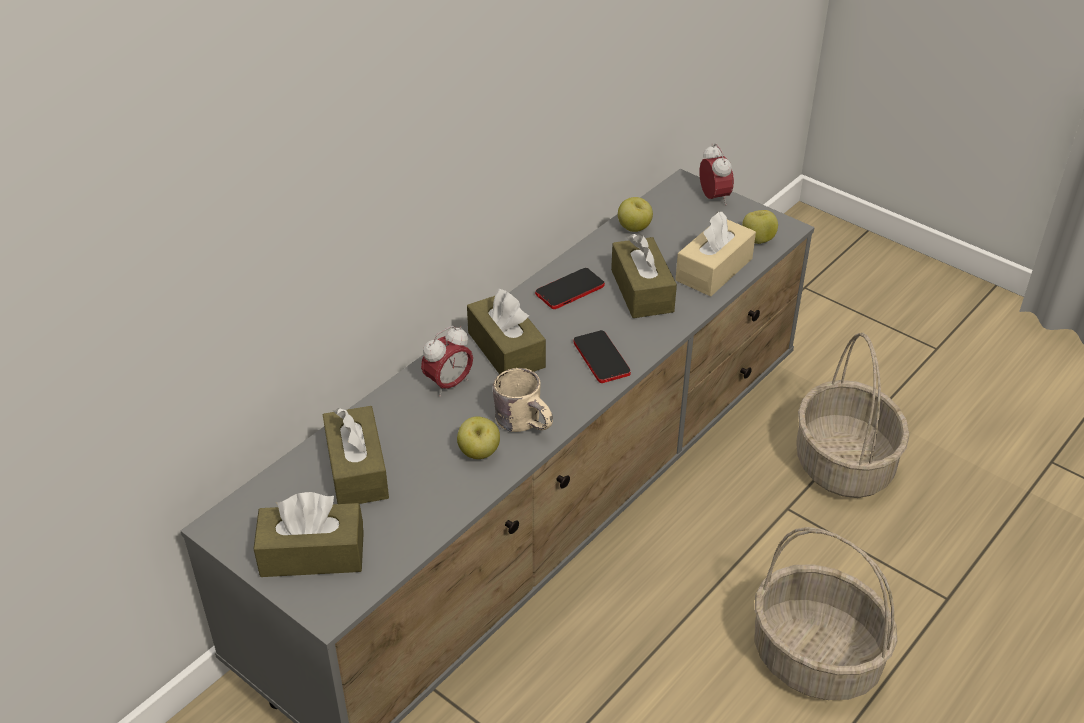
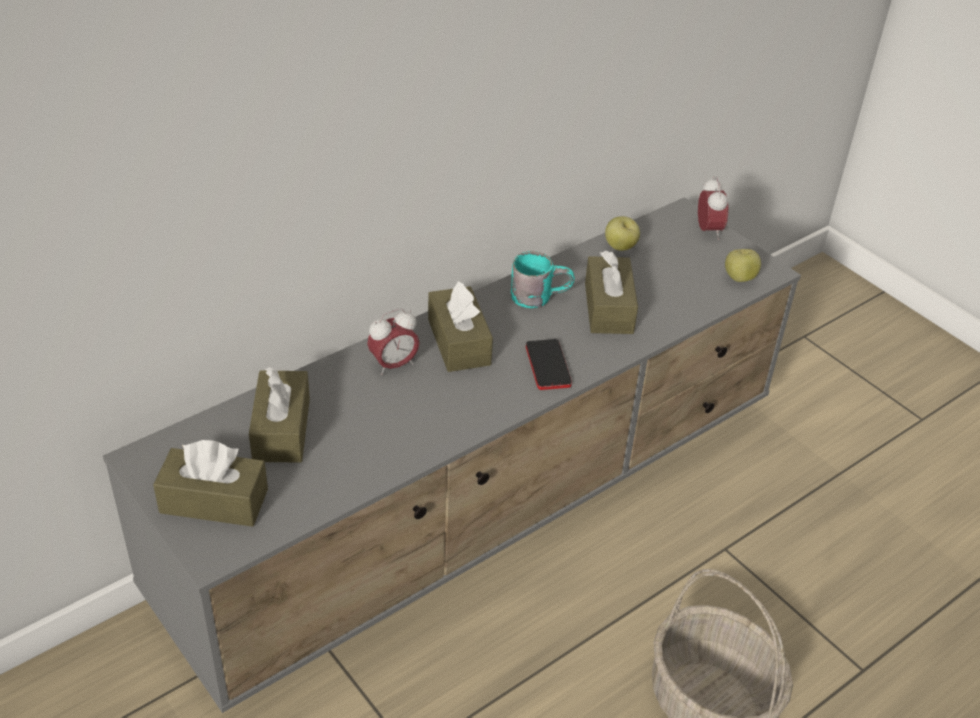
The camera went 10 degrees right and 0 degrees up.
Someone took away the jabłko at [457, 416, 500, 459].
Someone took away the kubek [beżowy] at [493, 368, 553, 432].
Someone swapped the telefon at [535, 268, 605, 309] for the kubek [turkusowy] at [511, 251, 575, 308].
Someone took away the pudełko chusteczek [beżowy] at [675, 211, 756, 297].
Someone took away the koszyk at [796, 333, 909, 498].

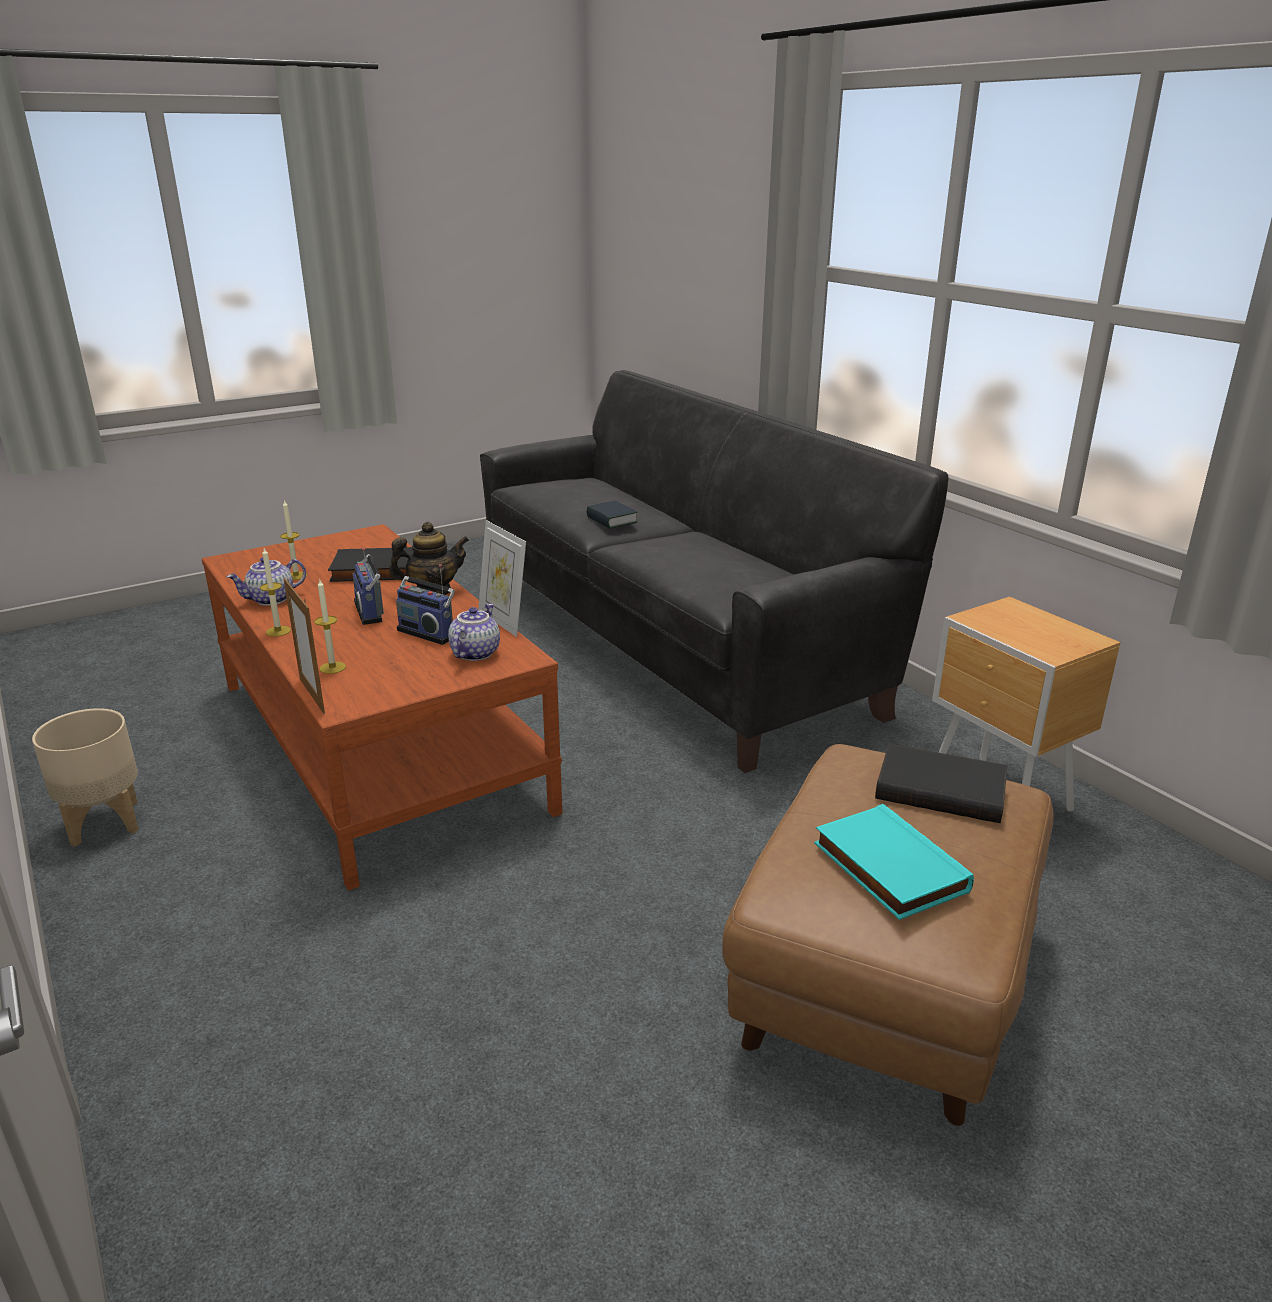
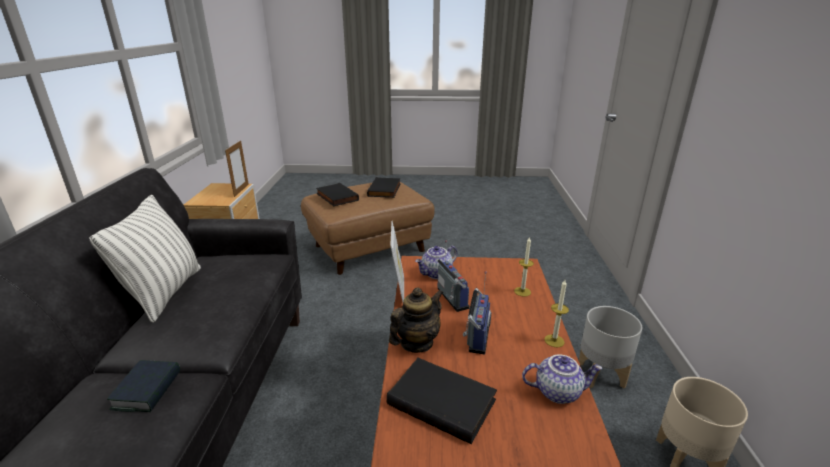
The camera went 145 degrees left and 0 degrees up.
Someone took away the świeca at [280, 500, 307, 580].
Someone carried the ramka na zdjęcie from [283, 578, 325, 714] to [225, 141, 249, 197].
Someone rotated the imbryk at [389, 522, 469, 595] by 120 degrees clockwise.
Someone repainted the książka [turkusowy] at [814, 804, 974, 920], which became the książka [czarny] at [367, 177, 401, 198].
Someone put down the poduszka at [89, 195, 201, 323].
Someone put down the donica [szary] at [578, 306, 642, 389].

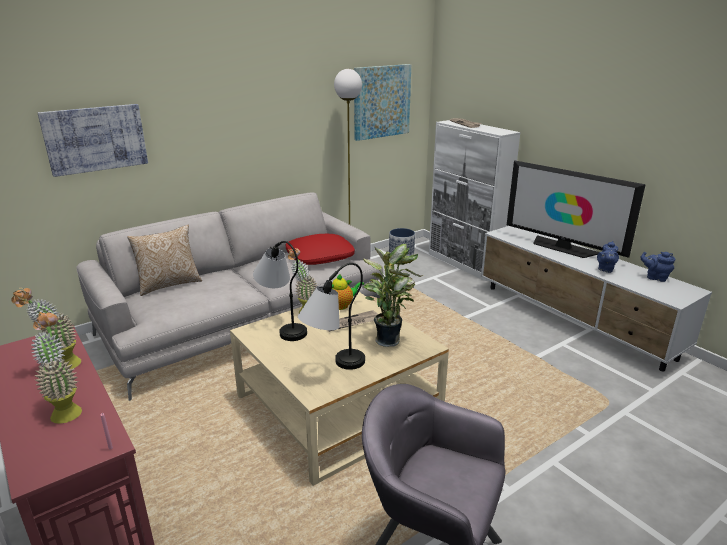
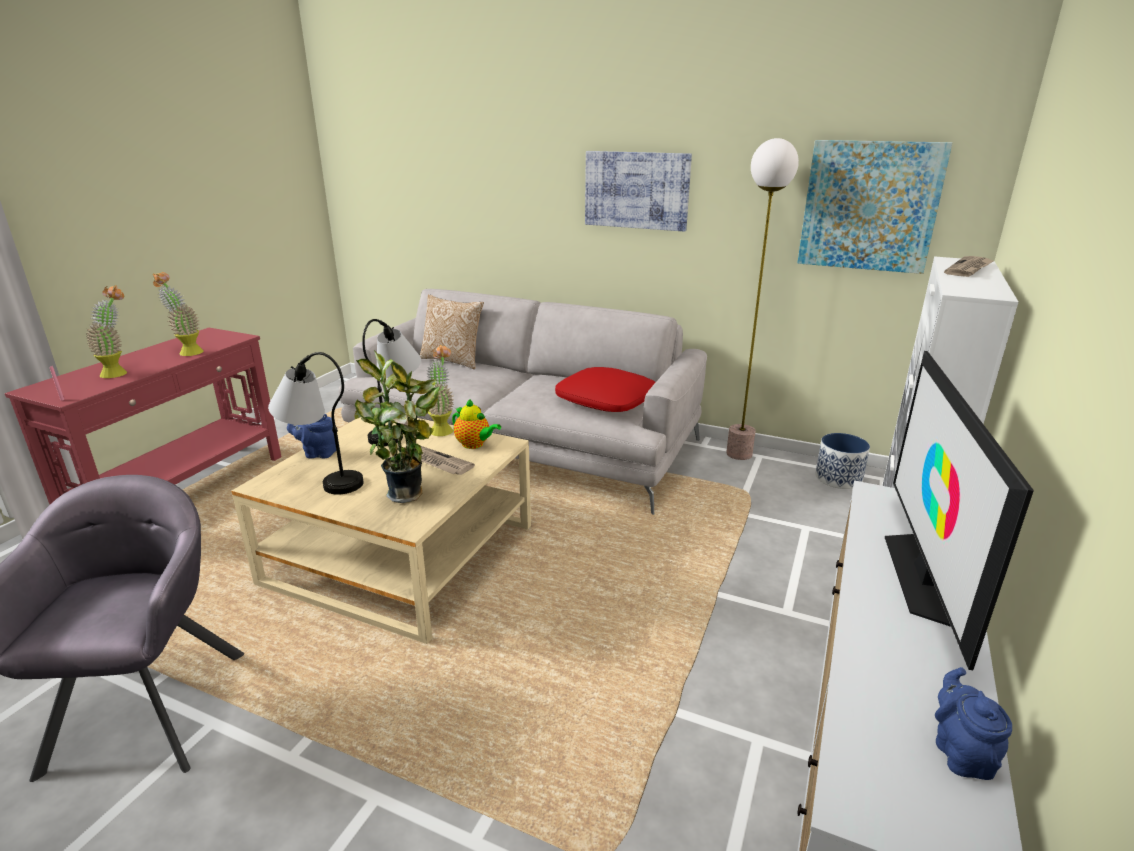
The camera went 60 degrees right and 0 degrees up.
Someone carried the obraz from [38, 104, 148, 177] to [585, 151, 692, 232].
Someone carried the imbryk [niebieski] from [597, 241, 619, 273] to [287, 414, 336, 459].

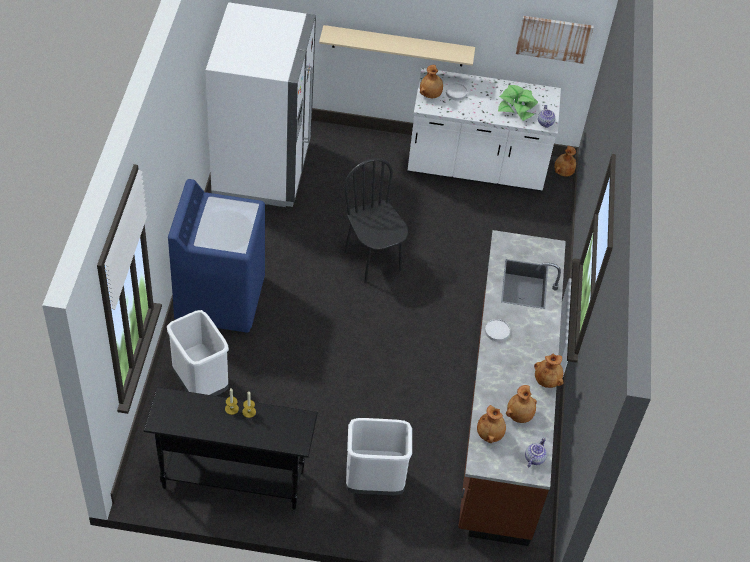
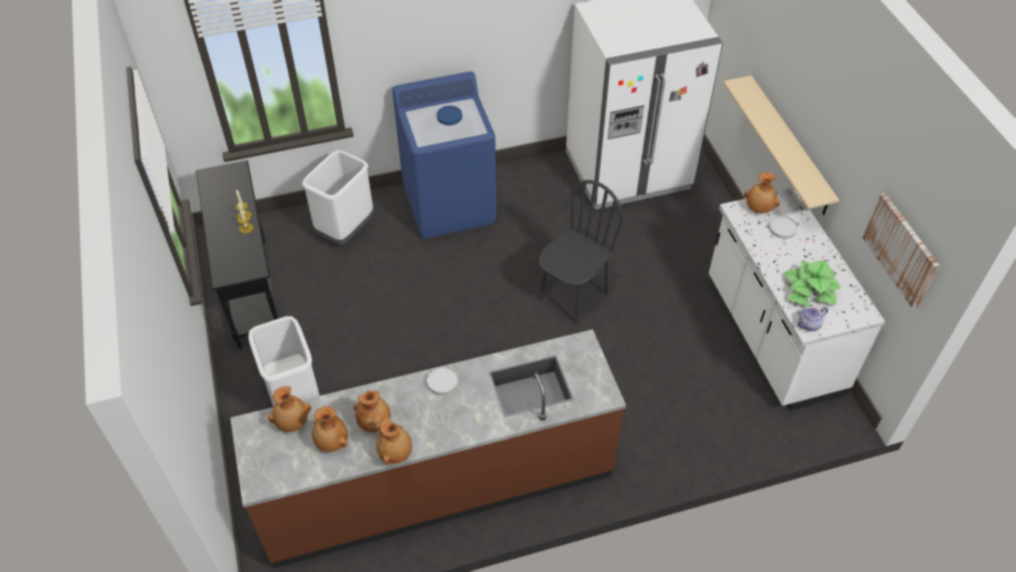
The camera went 70 degrees right and 0 degrees up.
Someone took away the imbryk at [525, 437, 547, 467].
Someone carried the wazon [brązowy] from [554, 146, 576, 177] to [354, 390, 390, 432].
Someone put down the talerz [niebieski] at [437, 106, 462, 125].

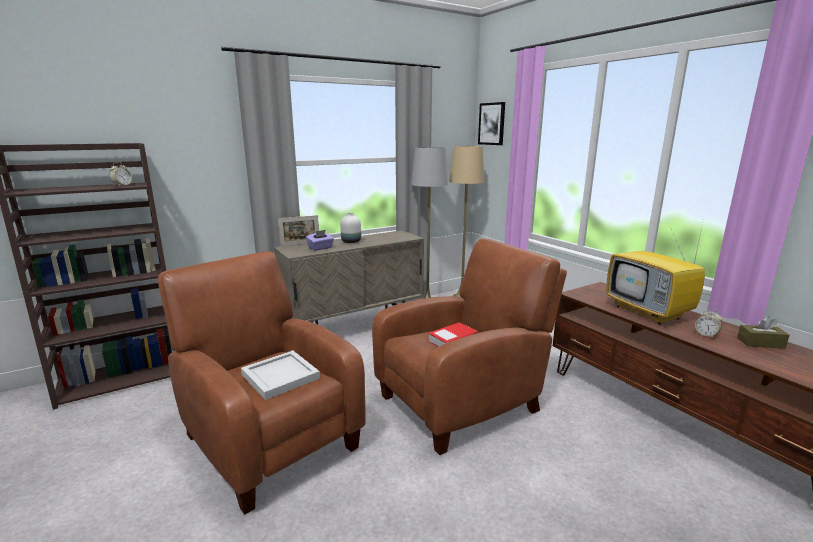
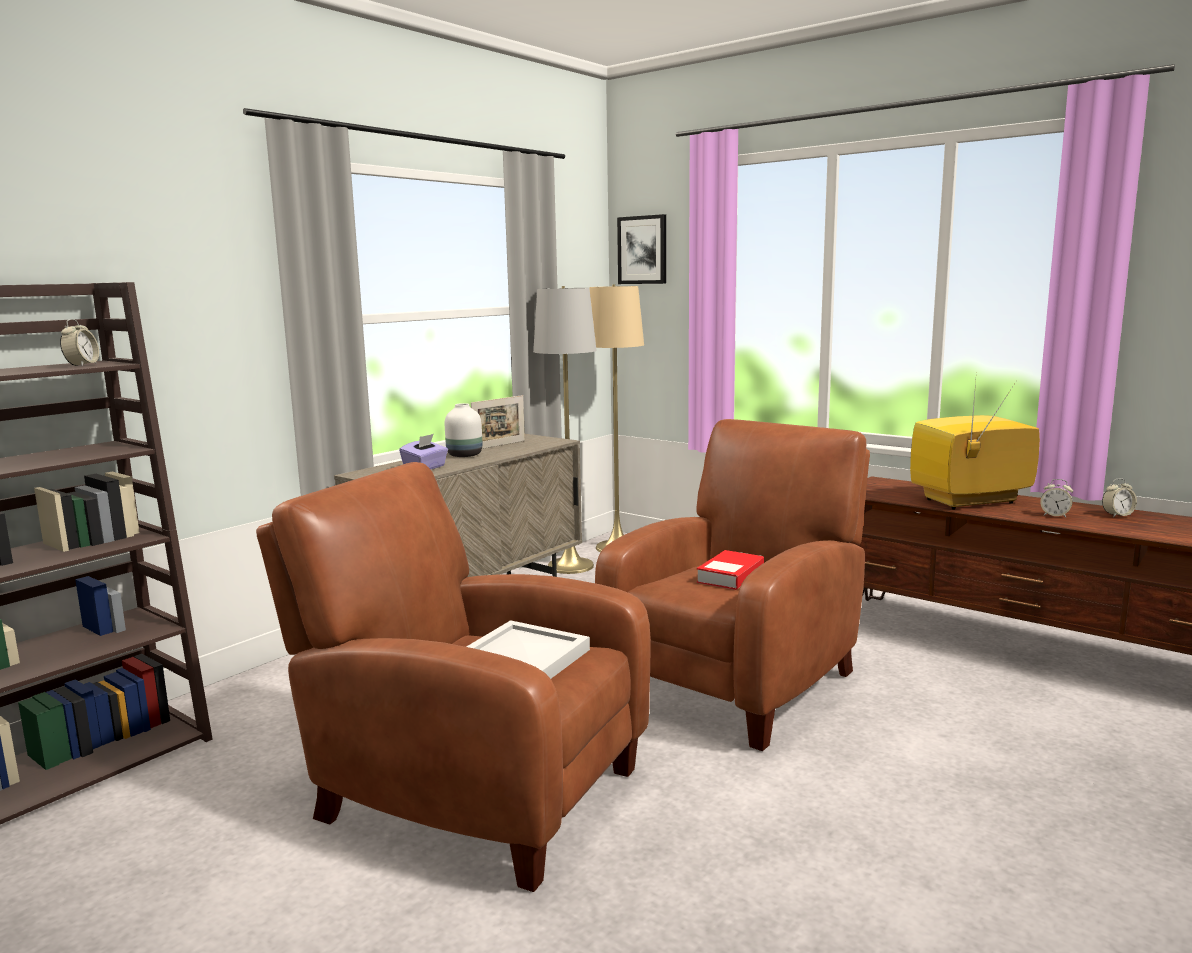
The camera went 20 degrees left and 5 degrees down.
Someone carried the ramka na zdjęcie from [278, 215, 319, 247] to [471, 395, 525, 449].
Someone rotated the telewizor at [606, 223, 705, 324] by 120 degrees clockwise.
Someone swapped the pudełko chusteczek [brązowy] at [737, 317, 790, 349] for the budzik at [1102, 478, 1137, 517].

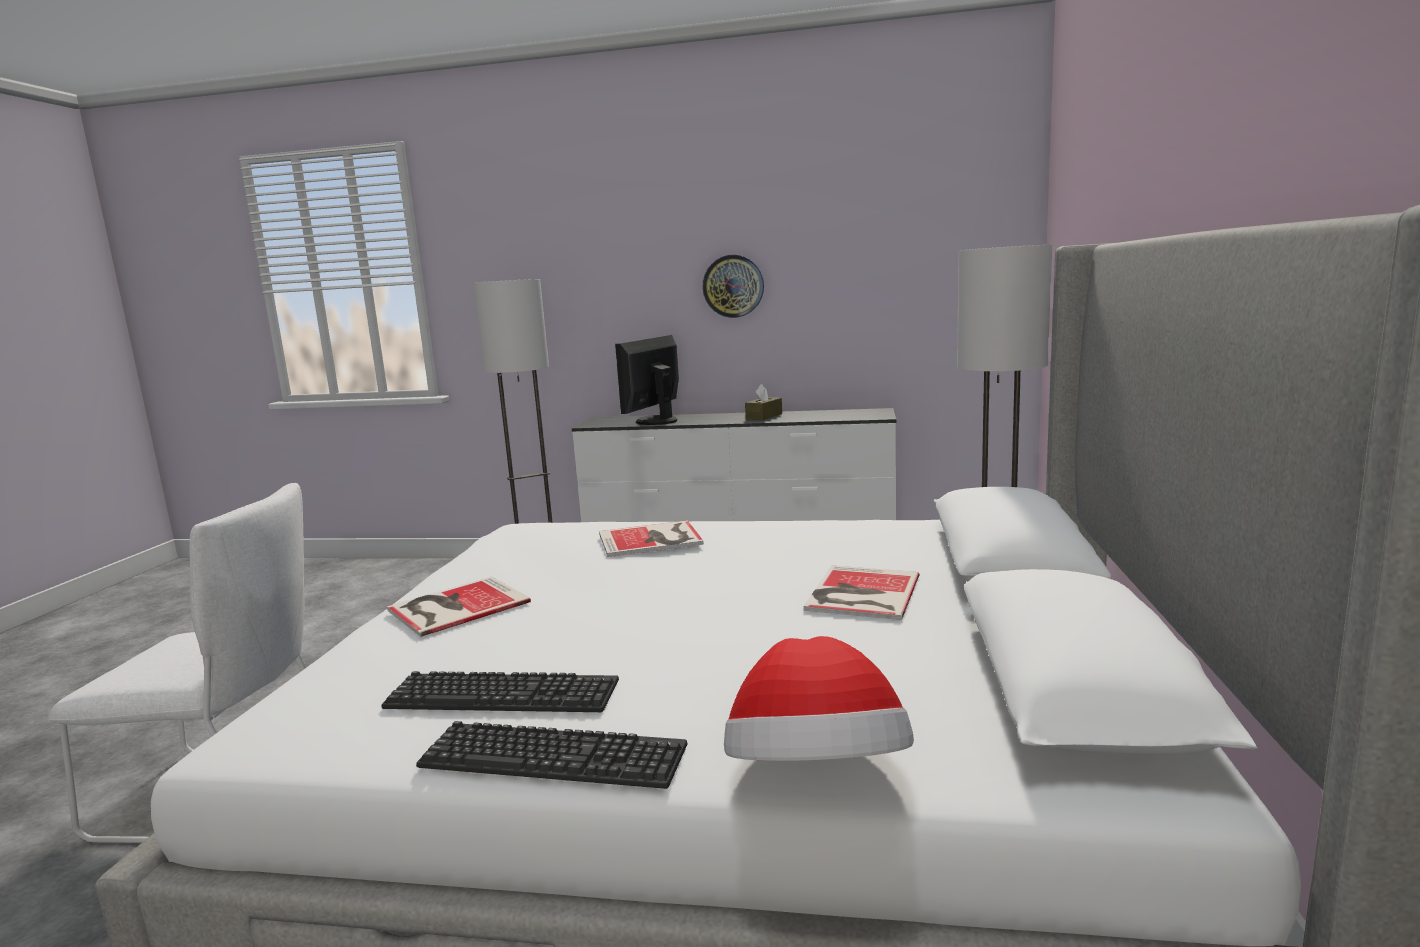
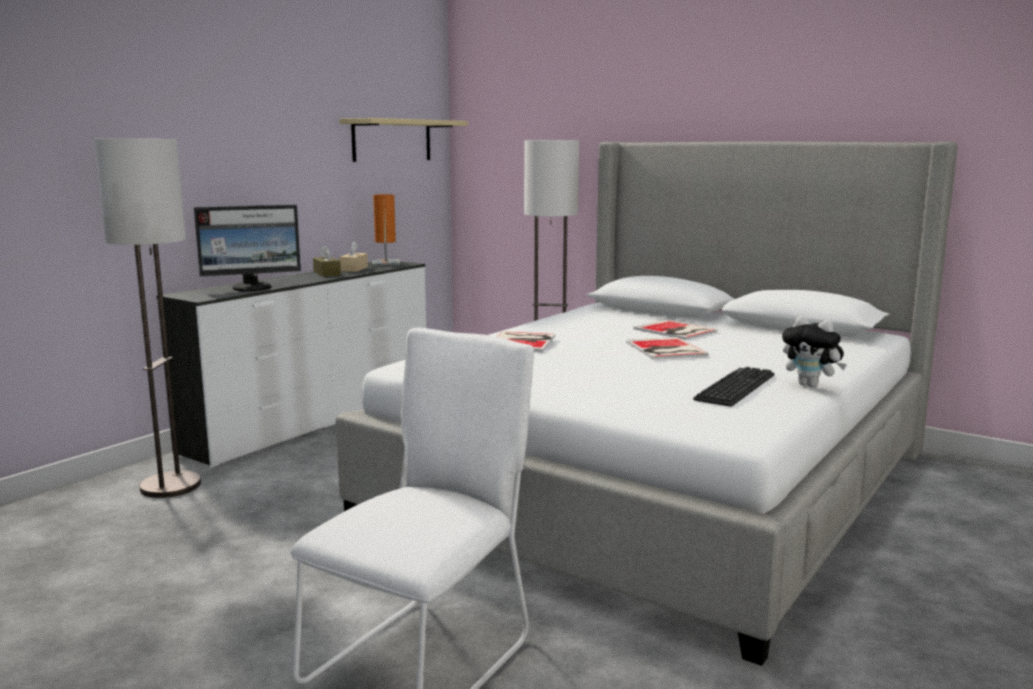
The camera went 65 degrees left and 0 degrees up.
Someone carried the książka from [387, 577, 531, 637] to [626, 337, 709, 359].
Someone swapped the klawiatura at [416, 721, 687, 789] for the pluszak at [782, 316, 847, 387].
Someone rotated the monitor at [615, 335, 679, 425] by 75 degrees counterclockwise.
Someone took away the zegar ścienny at [703, 255, 764, 318].
Someone took away the kapelusz at [724, 636, 914, 761].
Someone put up the półka [beżowy] at [339, 118, 468, 162].
Someone put down the pudełko chusteczek [beżowy] at [339, 241, 368, 272].
Someone put down the lampa stołowa [pomarańczowy] at [372, 194, 400, 266].

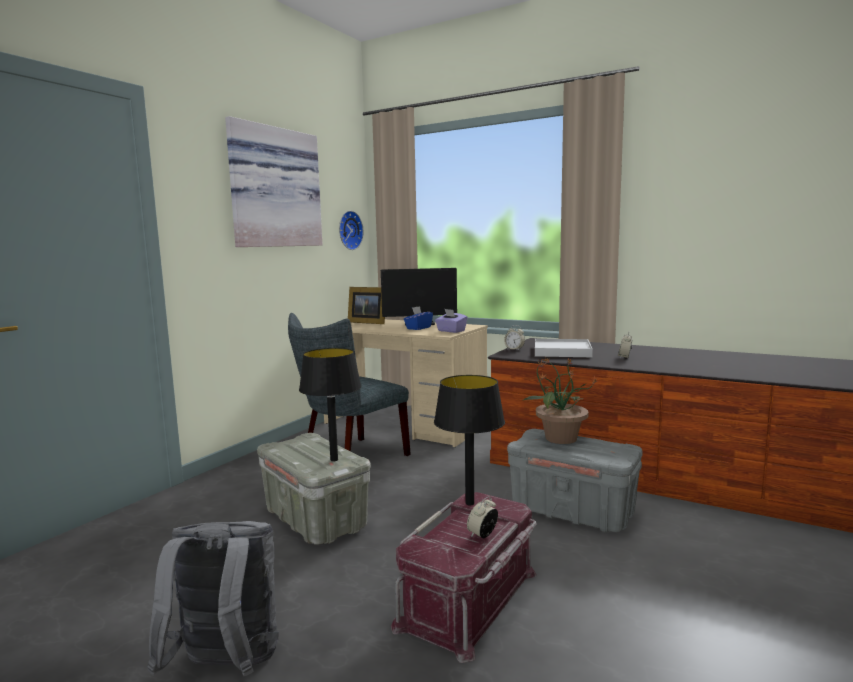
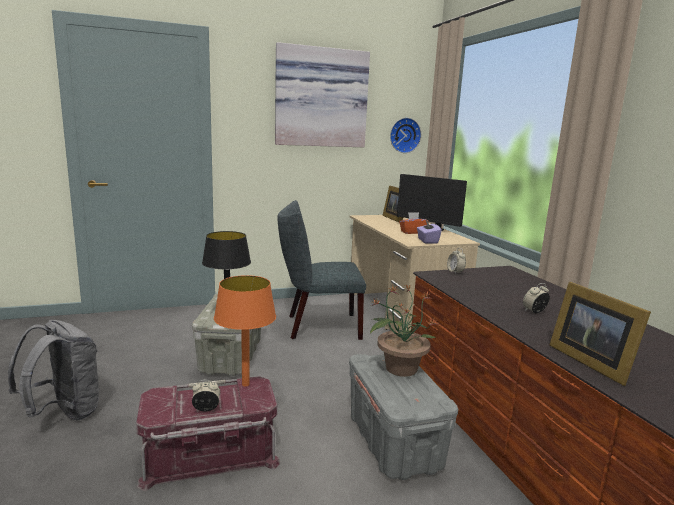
The camera went 40 degrees right and 5 degrees up.
Someone repainted the pudełko chusteczek [niebieski] at [404, 306, 433, 330], which became the pudełko chusteczek [pomarańczowy] at [399, 212, 429, 234].
Someone repainted the lampa stołowa [czarny] at [434, 375, 505, 506], which became the lampa stołowa [pomarańczowy] at [214, 275, 276, 386].
Someone took away the taca [biały] at [535, 339, 593, 357].
Someone put down the ramka na zdjęcie at [549, 282, 651, 386].

